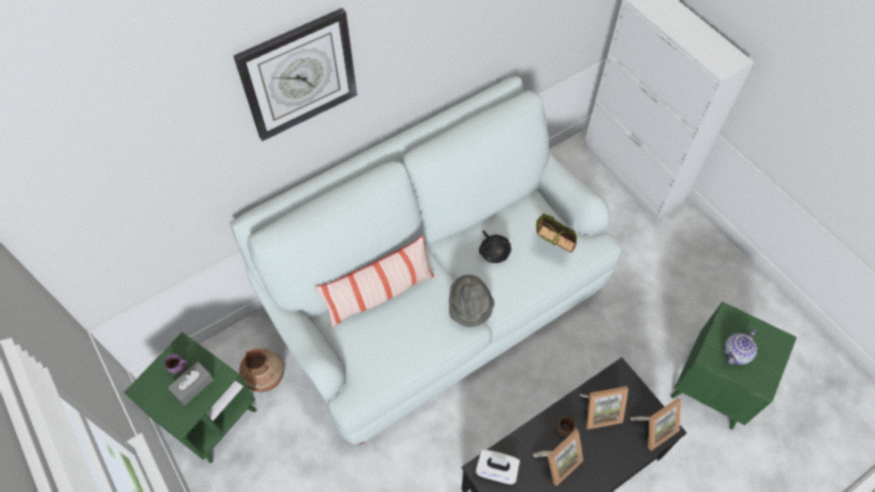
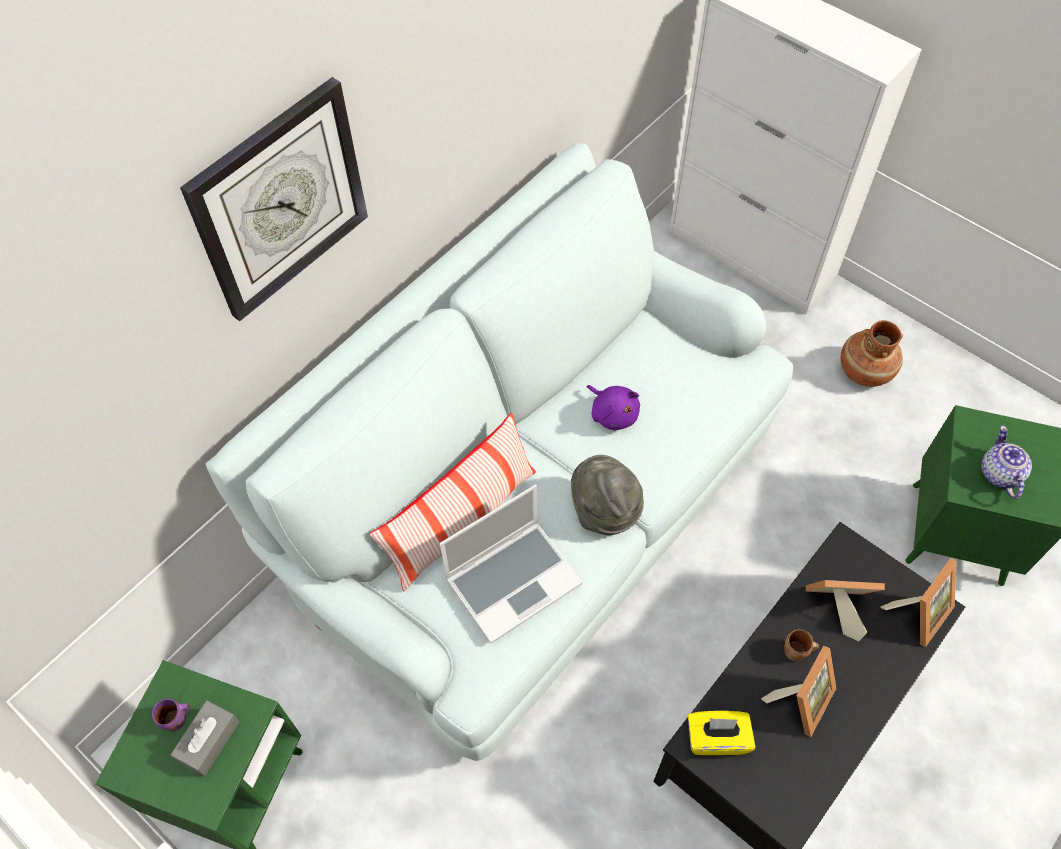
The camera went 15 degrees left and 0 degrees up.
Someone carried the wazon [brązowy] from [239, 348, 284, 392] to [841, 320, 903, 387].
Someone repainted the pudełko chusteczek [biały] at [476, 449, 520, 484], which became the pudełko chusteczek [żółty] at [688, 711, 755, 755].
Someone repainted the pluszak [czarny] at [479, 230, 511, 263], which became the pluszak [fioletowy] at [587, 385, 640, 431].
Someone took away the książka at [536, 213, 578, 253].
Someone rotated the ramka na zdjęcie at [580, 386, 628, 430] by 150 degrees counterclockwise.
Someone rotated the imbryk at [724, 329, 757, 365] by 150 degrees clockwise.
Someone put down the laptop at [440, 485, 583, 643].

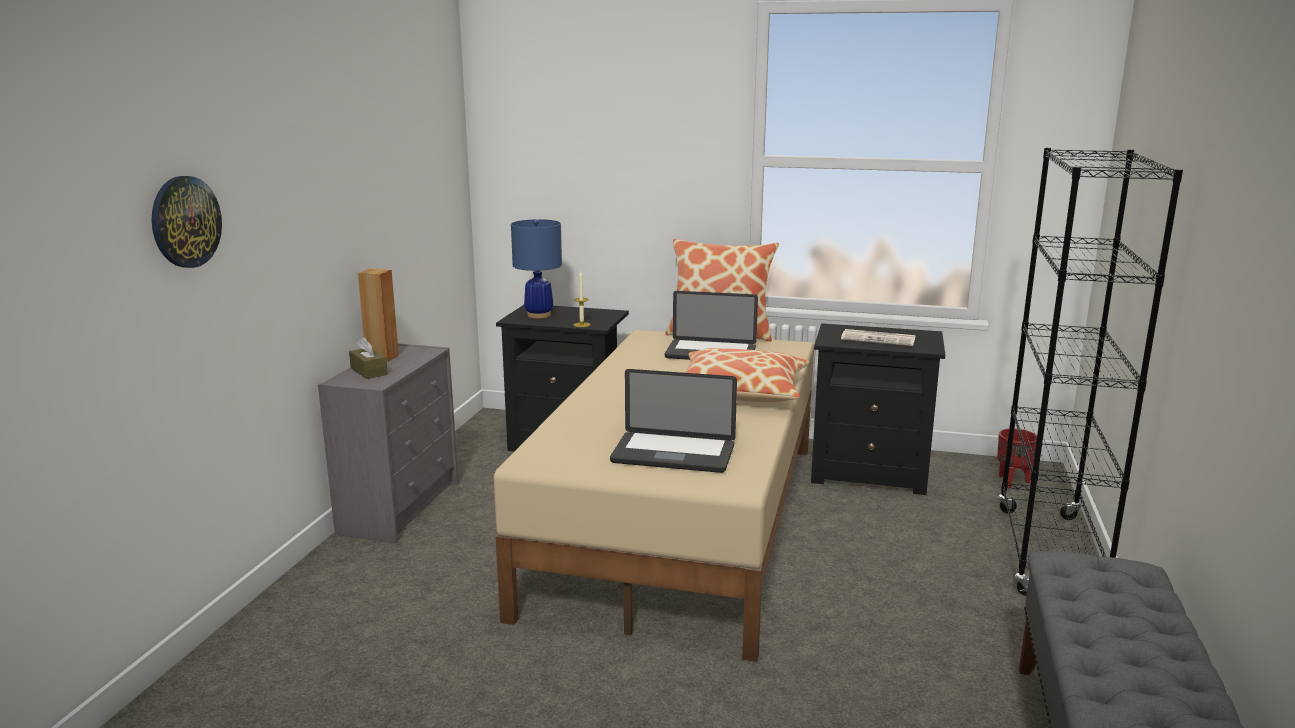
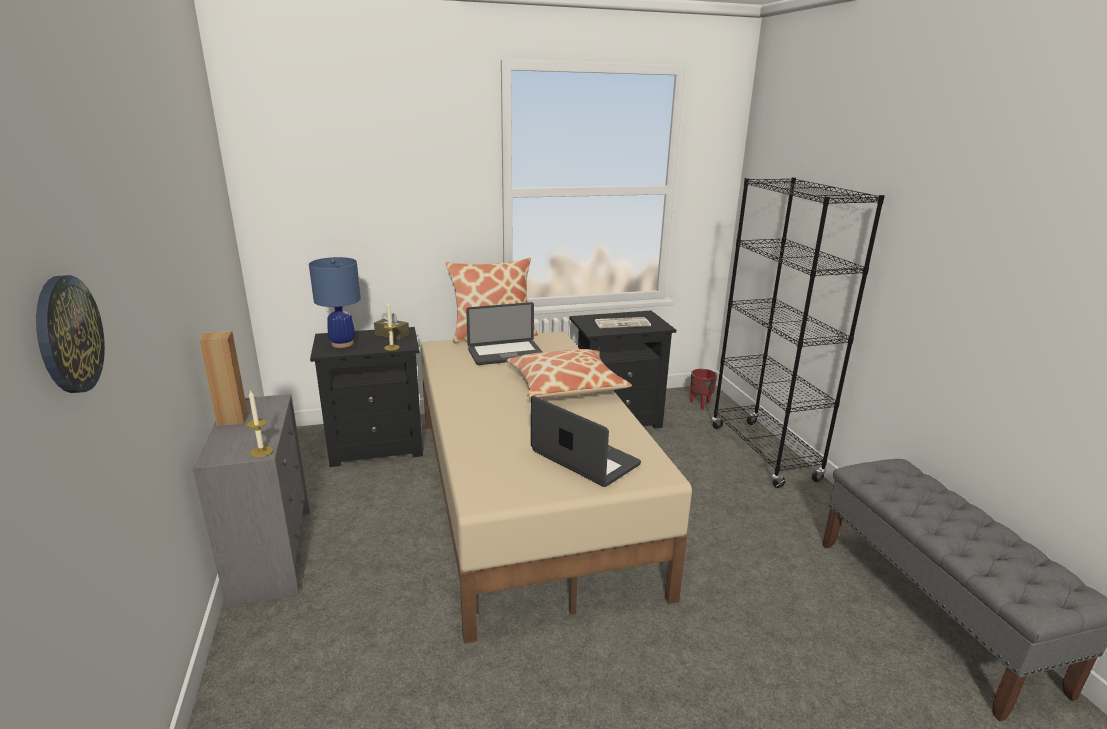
The camera went 30 degrees left and 5 degrees up.
Someone carried the pudełko chusteczek [brązowy] from [349, 337, 388, 379] to [374, 312, 409, 340].
Someone rotated the laptop at [610, 369, 737, 473] by 120 degrees counterclockwise.
Someone put down the świeca at [247, 390, 273, 457].

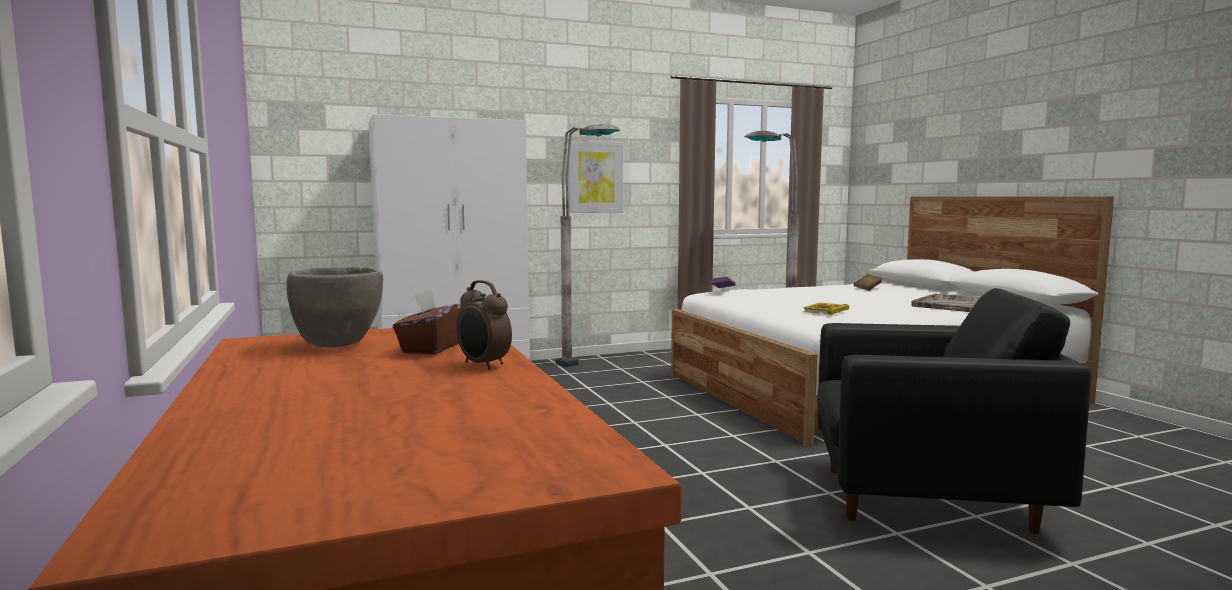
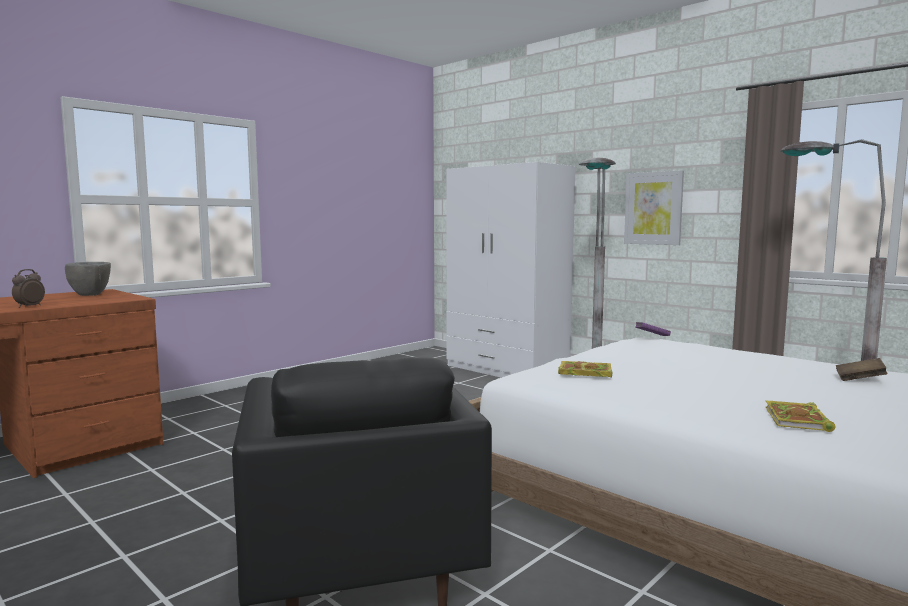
The camera went 65 degrees right and 0 degrees up.
Someone took away the pudełko chusteczek [brązowy] at [393, 289, 462, 355].
Someone swapped the taca [szary] at [911, 293, 981, 312] for the książka at [766, 401, 835, 432].

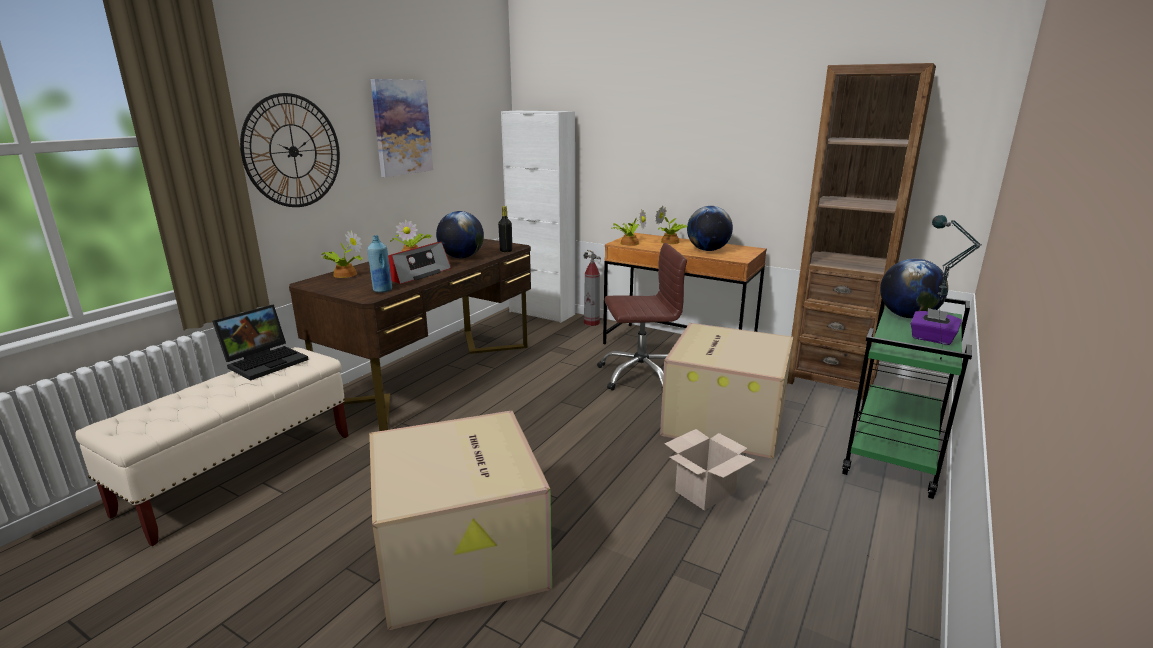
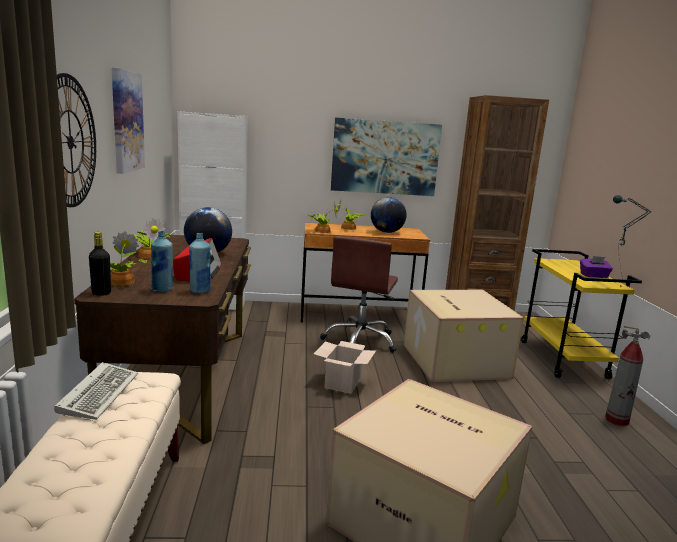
The camera went 35 degrees left and 5 degrees down.
Someone swapped the laptop at [212, 305, 309, 380] for the klawiatura at [54, 362, 138, 420].
Someone carried the butelka [czarny] from [498, 206, 512, 252] to [89, 232, 111, 296].
Someone carried the gaśnica from [584, 250, 601, 326] to [605, 326, 651, 426].
Someone rotated the krzesło biurowe [brązowy] at [597, 243, 687, 391] by 150 degrees clockwise.
Someone carried the karton from [664, 429, 755, 511] to [314, 341, 376, 394].
Someone repainted the wózek [zielony] at [842, 298, 972, 499], which became the wózek [żółty] at [521, 249, 642, 379].
Someone took away the globus at [880, 259, 948, 318].
Someone put down the butelka [niebieski] at [151, 231, 173, 292].
Someone put up the obraz at [331, 118, 442, 196].

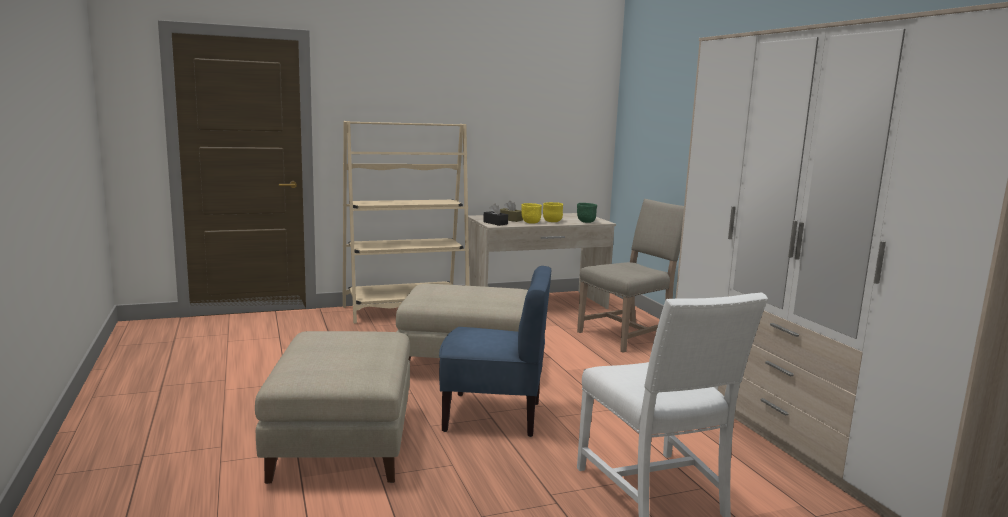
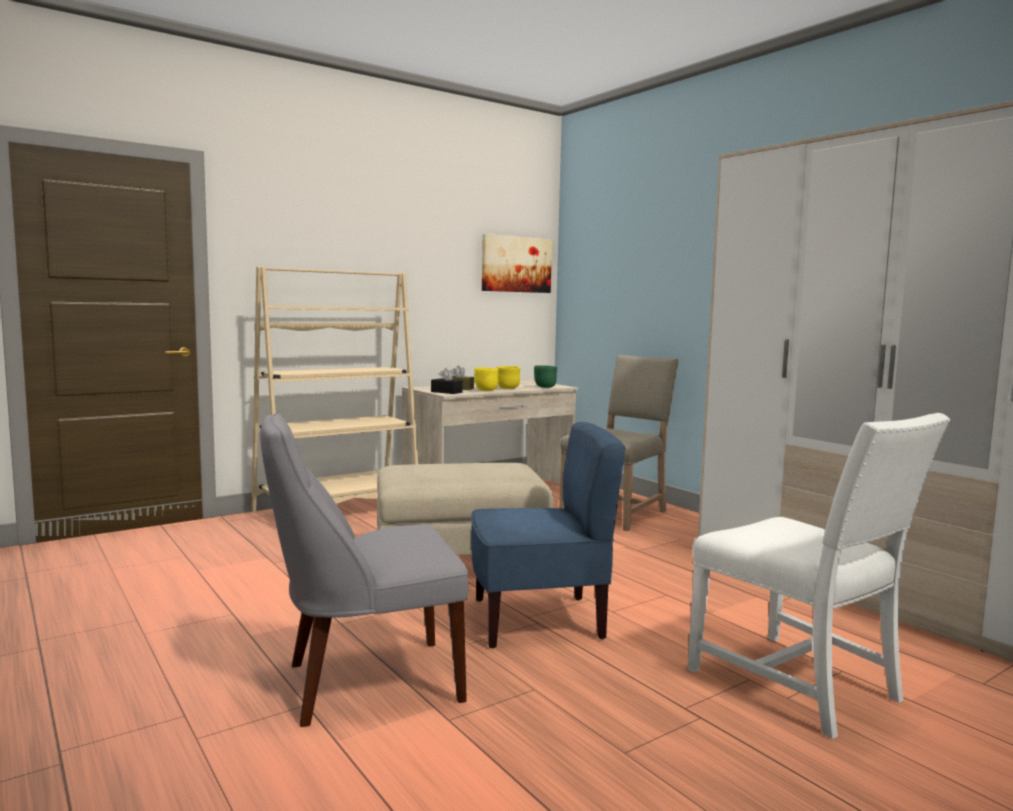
The camera went 15 degrees left and 5 degrees down.
Someone swapped the pufa [beżowy] at [255, 331, 410, 484] for the krzesło [szary] at [260, 413, 468, 727].
Someone put up the obraz at [482, 234, 552, 293].

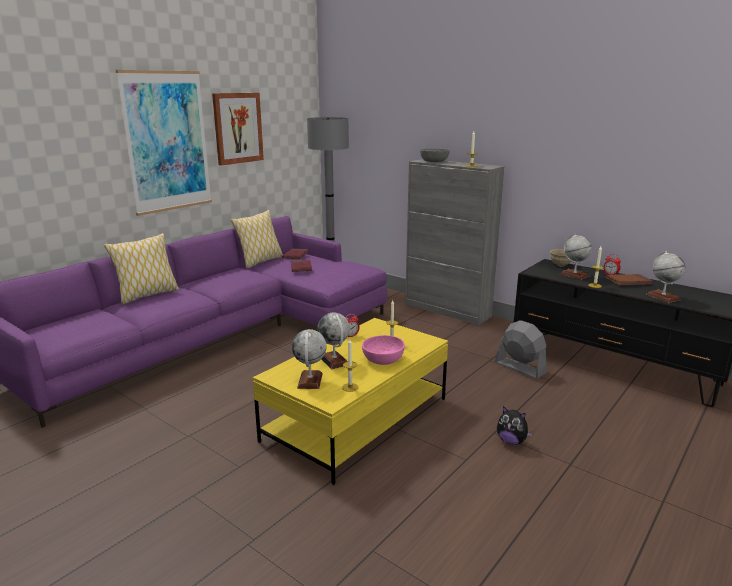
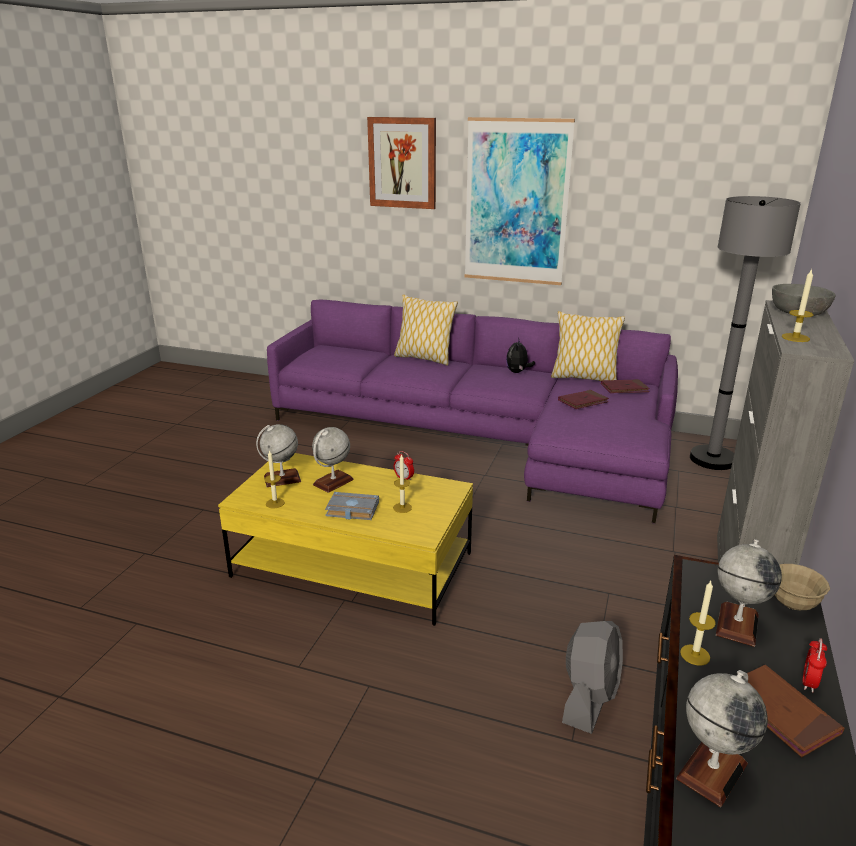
The camera went 70 degrees right and 5 degrees up.
Someone carried the obraz from [212, 93, 264, 165] to [367, 117, 436, 209].
Someone swapped the miska [różowy] at [362, 335, 405, 365] for the książka [szary] at [325, 492, 379, 520].
Someone carried the pluszak from [497, 406, 533, 445] to [506, 337, 535, 373].

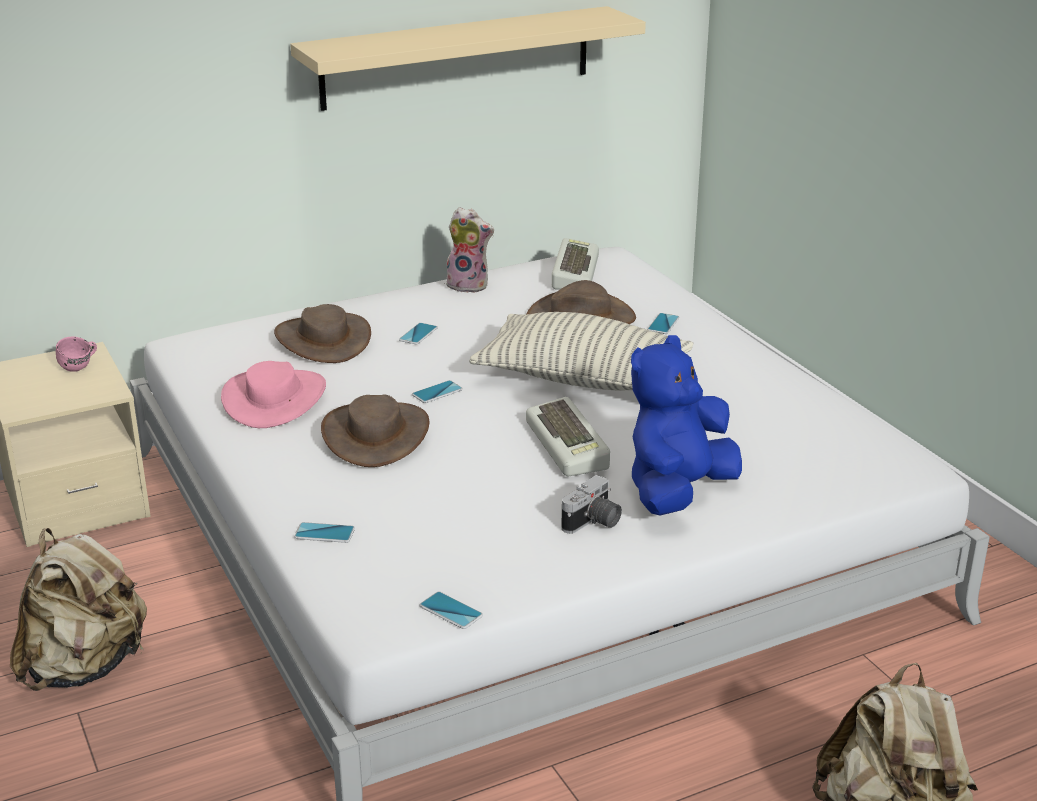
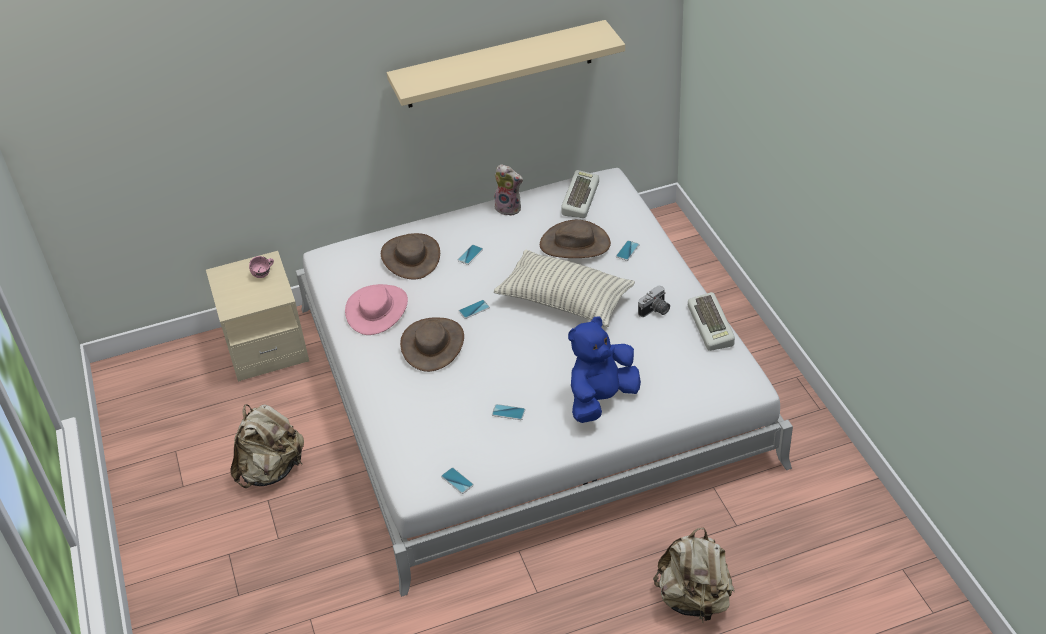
The camera went 10 degrees right and 15 degrees up.
Someone carried the telefon from [294, 522, 355, 543] to [492, 404, 526, 420].
Someone carried the klawiatura from [526, 397, 610, 477] to [688, 292, 735, 351].
Someone carried the aparat fotograficzny from [561, 475, 622, 534] to [638, 285, 670, 317].

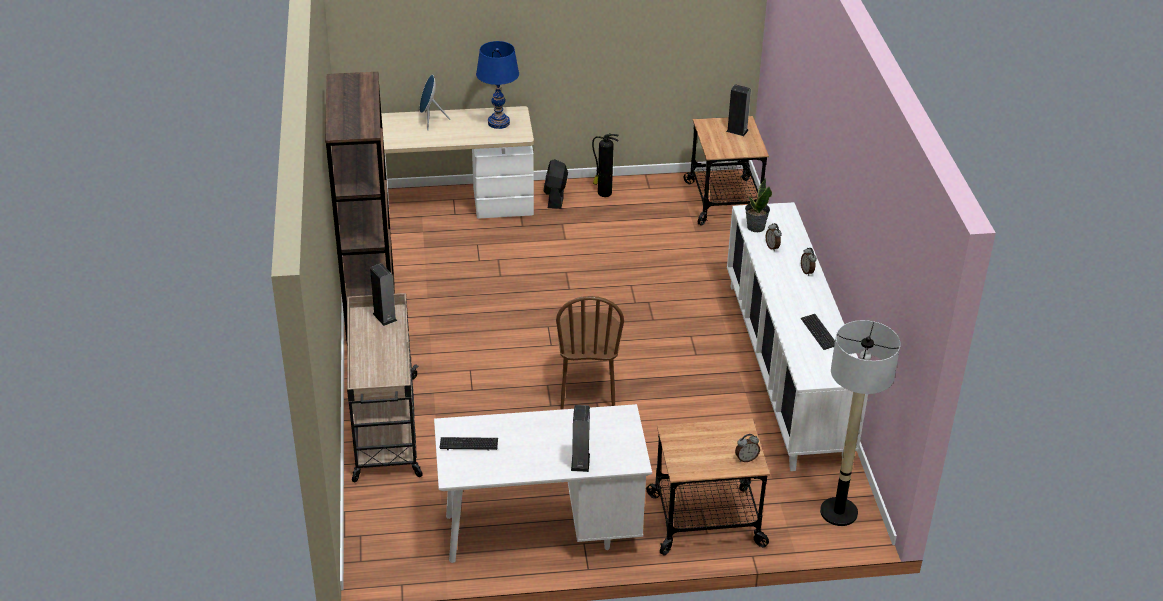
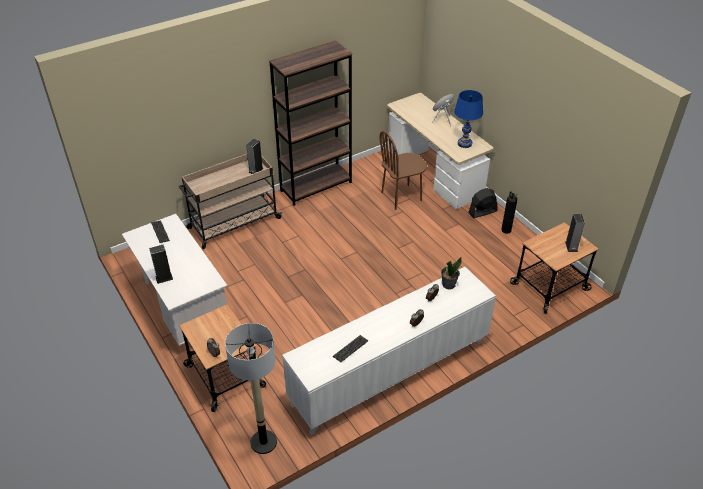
The camera went 65 degrees right and 5 degrees up.
Someone carried the krzesło [brązowy] from [556, 296, 624, 409] to [379, 131, 427, 210].

